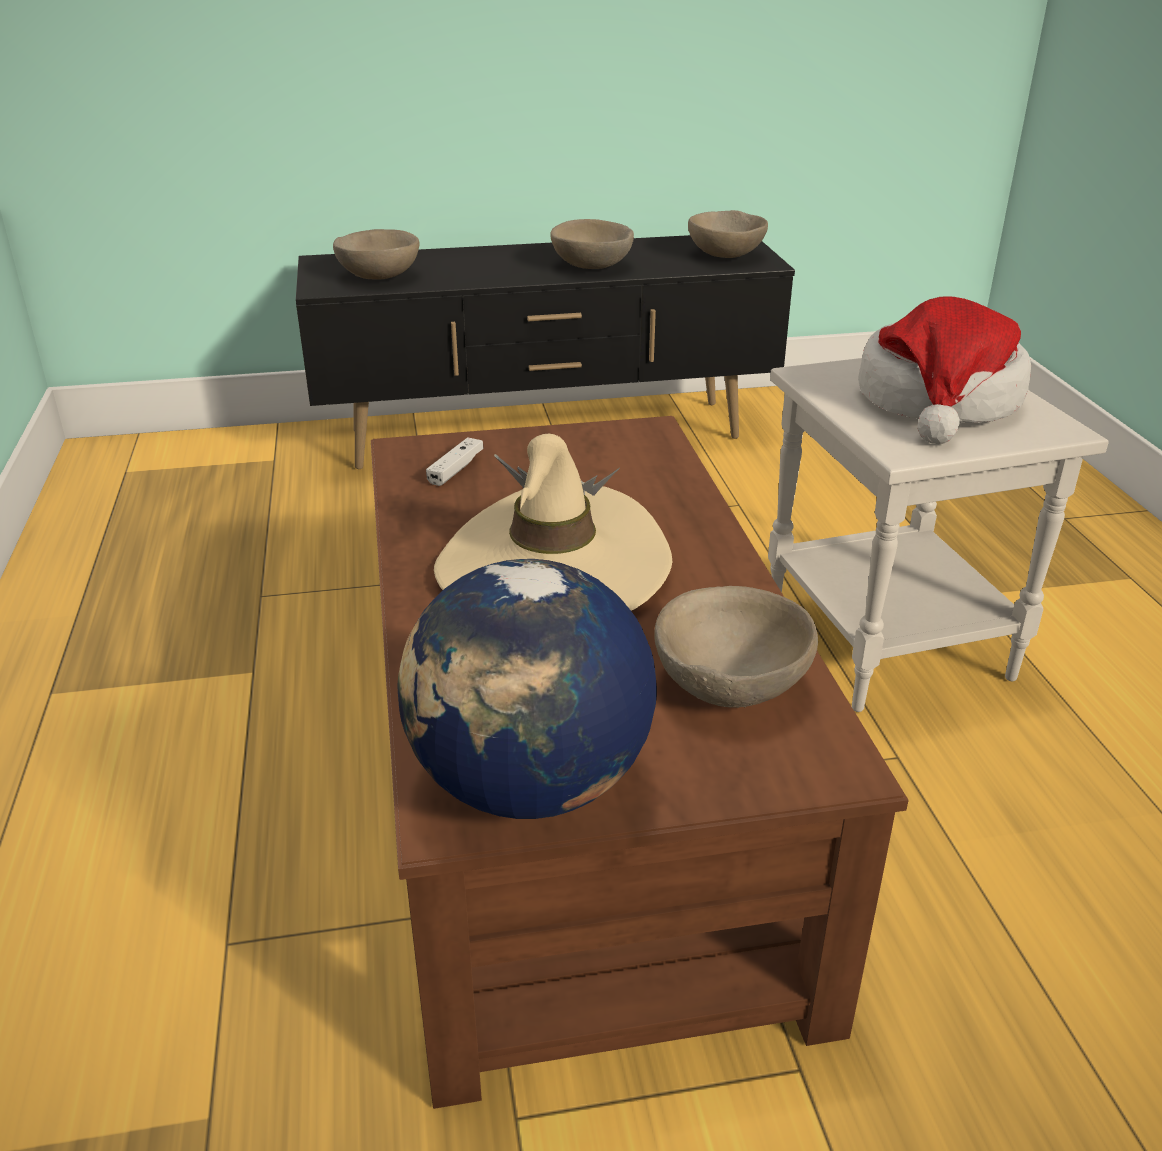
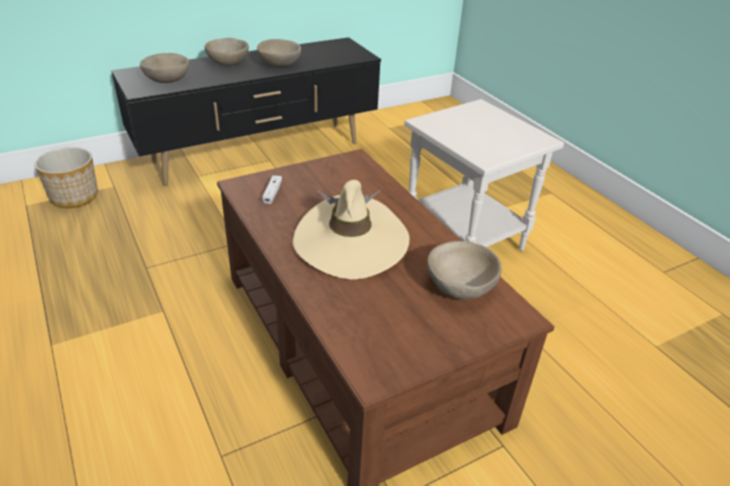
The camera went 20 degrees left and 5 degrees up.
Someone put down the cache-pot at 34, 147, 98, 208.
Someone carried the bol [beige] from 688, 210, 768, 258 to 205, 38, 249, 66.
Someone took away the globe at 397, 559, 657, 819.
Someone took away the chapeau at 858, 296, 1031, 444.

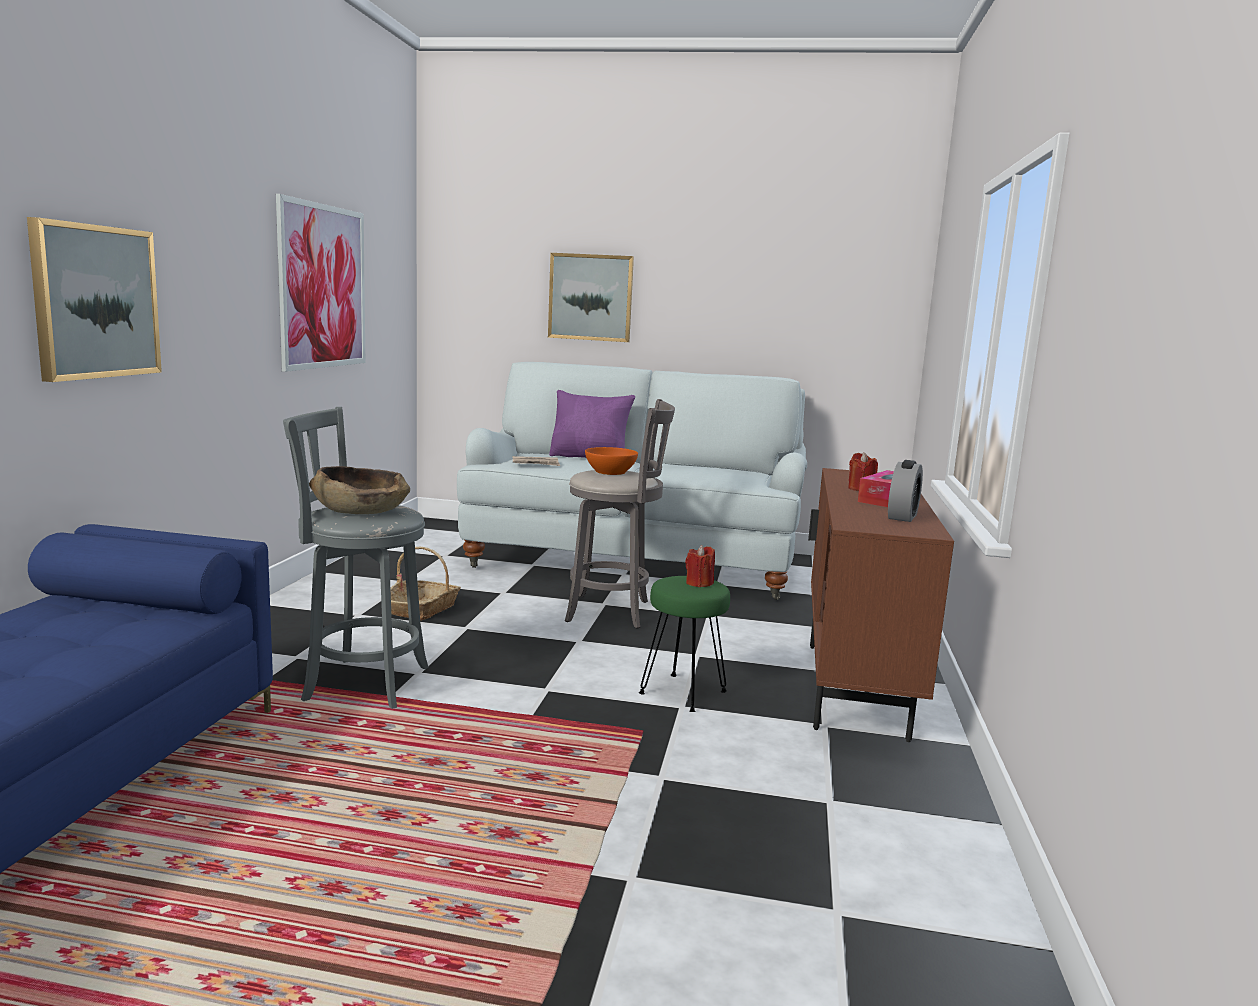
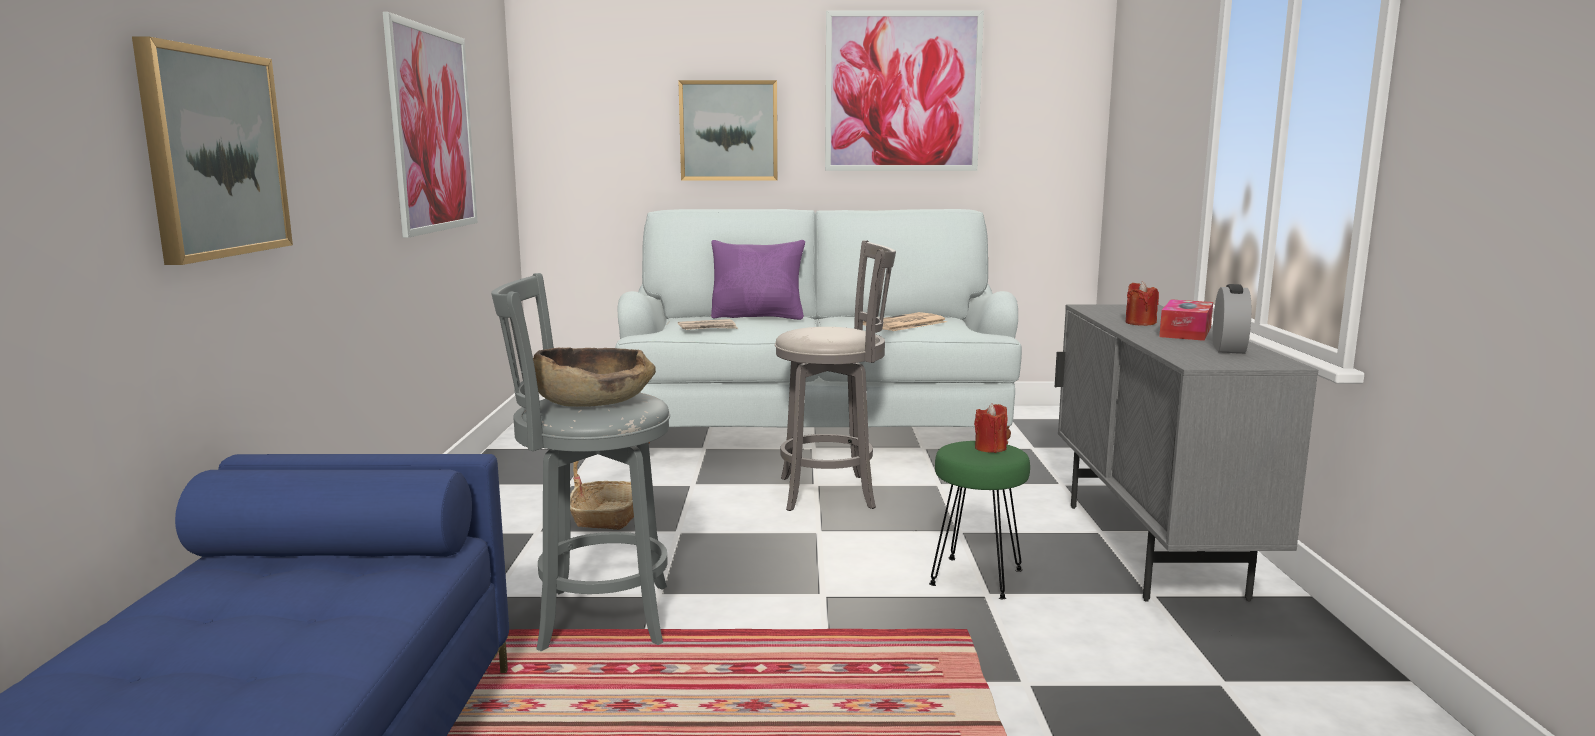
The camera went 10 degrees left and 0 degrees up.
Someone put up the tableau at 825, 10, 984, 171.
Someone put down the journal at 863, 312, 947, 331.
Someone repainted the meuble de rangement [marron] at 808, 468, 954, 742, which became the meuble de rangement [gris] at 1055, 304, 1318, 601.
Someone took away the bol [orange] at 585, 447, 638, 475.

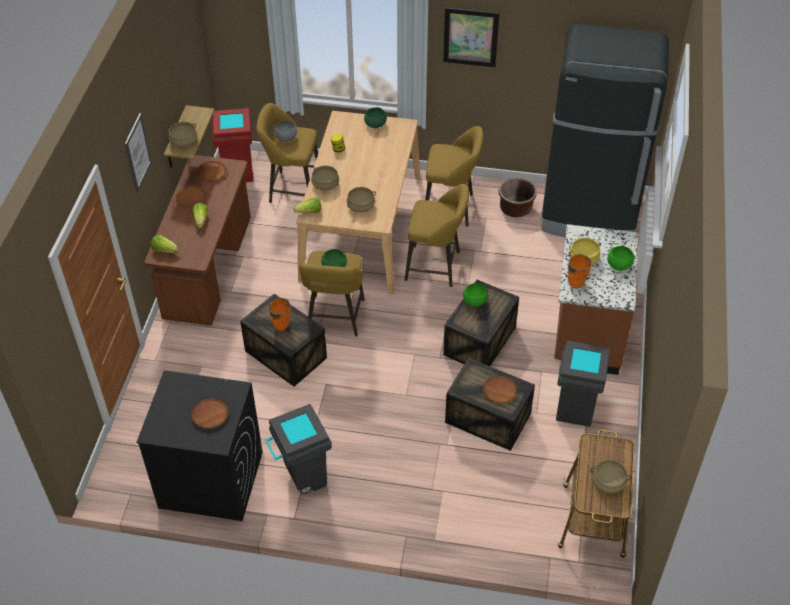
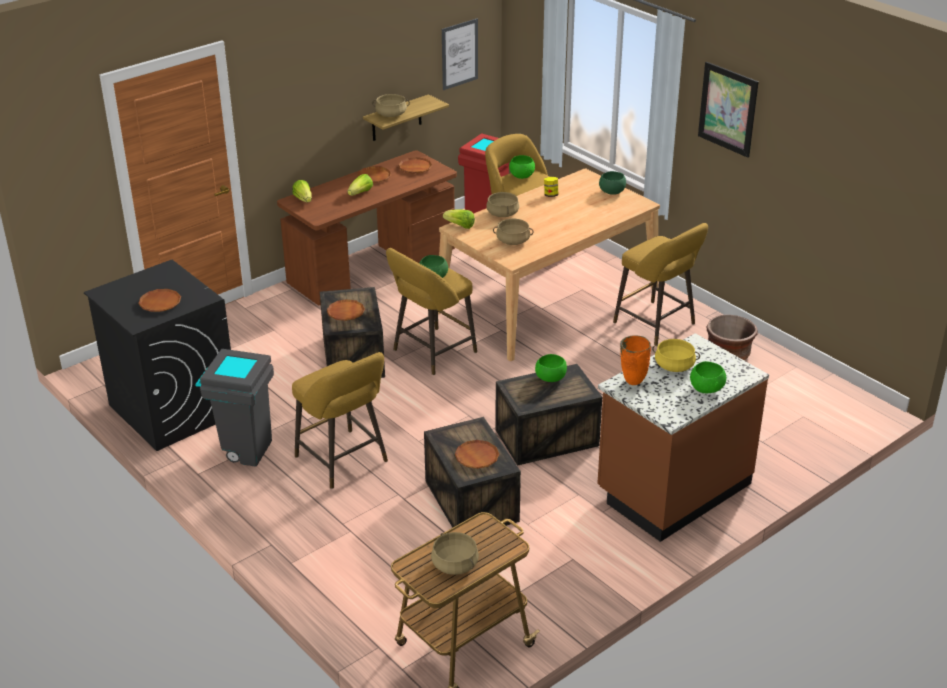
The camera went 40 degrees right and 15 degrees down.
Someone carried the tabouret [jaune] from 405, 184, 469, 287 to 292, 352, 388, 489.
Someone swapped the vase [orange] at 269, 298, 291, 331 for the assiette [marron] at 327, 299, 365, 321.
Someone carried the tableau from 125, 113, 152, 192 to 442, 18, 478, 90.
Someone repainted the bol [gris] at 274, 120, 297, 142, which became the bol [vert] at 509, 155, 535, 179.
Someone took away the réfrigérateur [noir] at 541, 24, 669, 237.
Someone took away the poubelle [gris] at 556, 341, 610, 427.

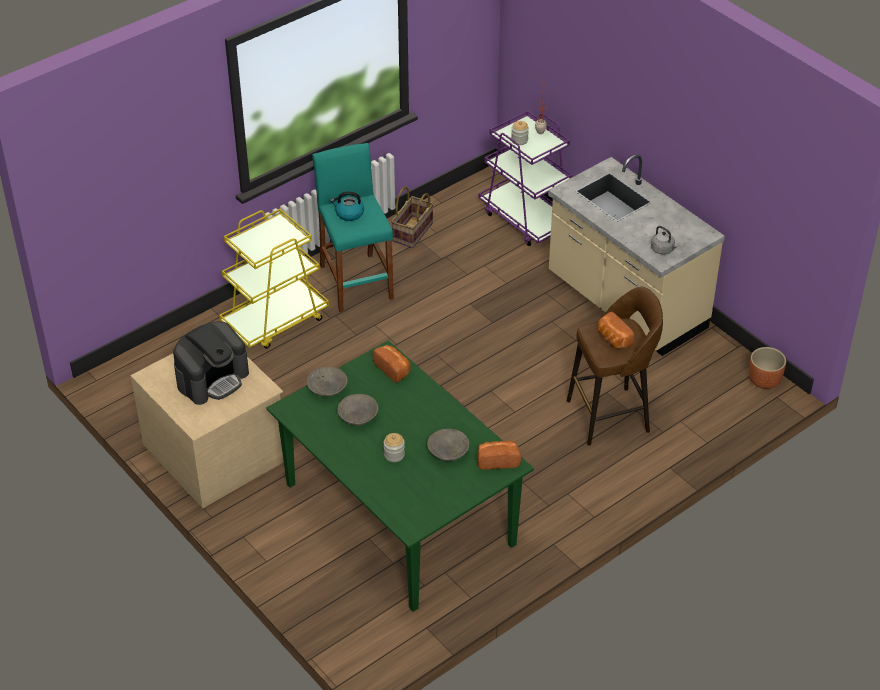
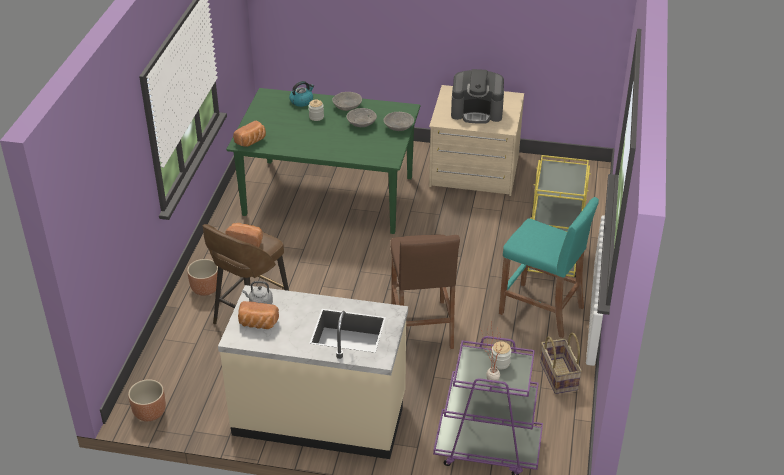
The camera went 140 degrees right and 5 degrees down.
Someone put down the cache-pot [marron] at 187, 259, 218, 296.
Someone carried the pain from 372, 345, 411, 383 to 238, 301, 279, 329.
Someone carried the bouilloire from 331, 191, 364, 221 to 289, 81, 314, 107.
Someone carried the bol [gris] from 427, 429, 469, 461 to 332, 92, 362, 111.
Someone put down the tabouret [marron] at 390, 234, 460, 349.
Someone rotated the machine à café at 173, 321, 249, 405 by 90 degrees counterclockwise.

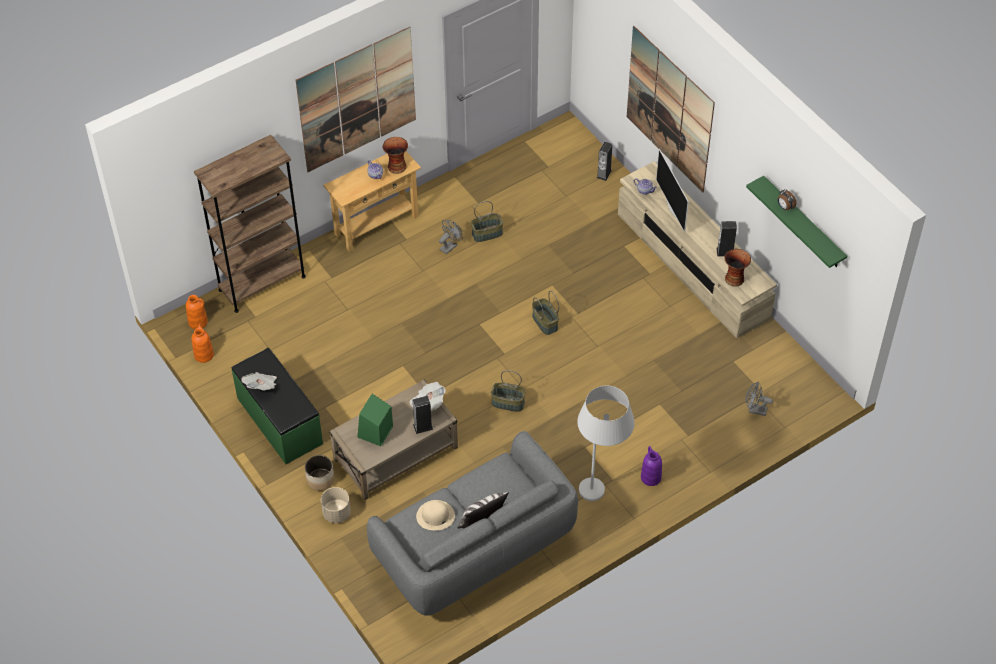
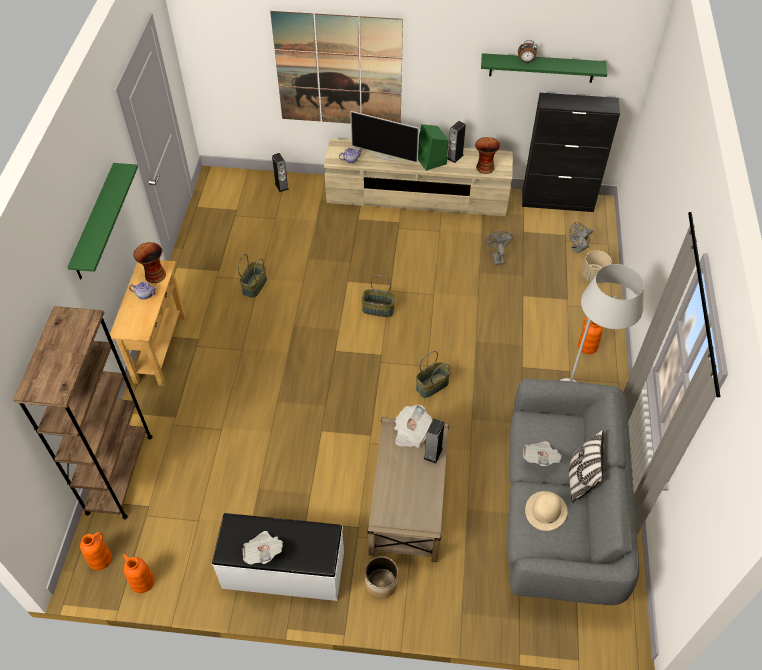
The camera went 50 degrees left and 0 degrees up.
Someone swapped the tableau at 296, 27, 416, 172 for the étagère [vert] at 68, 163, 138, 279.
Someone repainted the banc [vert] at 231, 348, 323, 464, which became the banc [blanc] at 212, 513, 344, 601.
Someone carried the enceinte [vert] from 357, 394, 393, 446 to 418, 124, 449, 171.
Someone carried the ventilateur [gris] from 439, 220, 463, 254 to 485, 231, 513, 265.
Someone put down the meuble de rangement [noir] at 522, 93, 620, 212.
Someone put down the journal at 523, 441, 562, 466.
Someone repainted the vase [violet] at 641, 446, 662, 486, which became the vase [orange] at 578, 318, 602, 354.
Someone carried the cache-pot [beige] from 321, 487, 351, 523 to 582, 250, 612, 282.

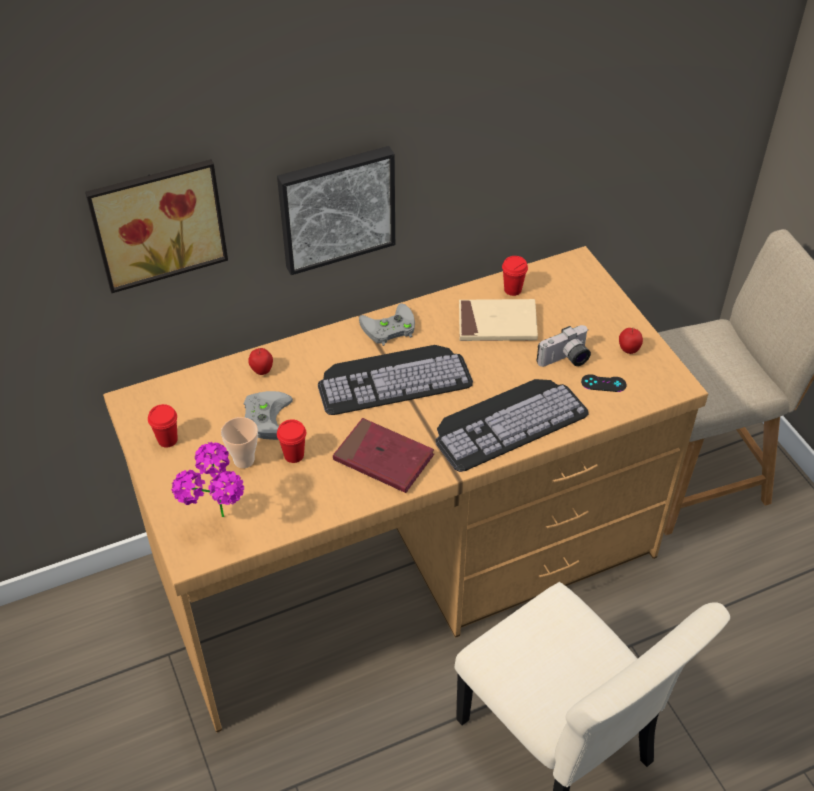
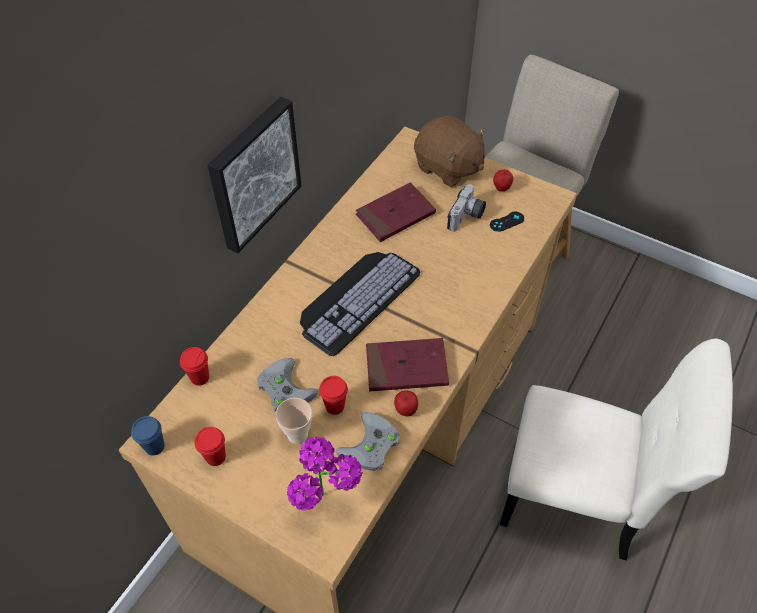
The camera went 35 degrees left and 5 degrees up.
Someone put down the tasse [bleu] at 131, 416, 165, 455.
Someone carried the tasse [rouge] from 502, 256, 528, 296 to 180, 347, 209, 386.
Someone carried the manette [gris] from 359, 303, 415, 346 to 336, 412, 400, 471.
Someone repainted the livre [beige] at 459, 299, 538, 341, which became the livre [rouge] at 356, 182, 436, 242.
Someone carried the pomme from 248, 348, 273, 375 to 394, 390, 418, 416.
Someone put down the peluche [marron] at 414, 115, 486, 187.
Someone took away the tableau at 85, 159, 228, 293.
Someone took away the clavier at 436, 379, 589, 472.

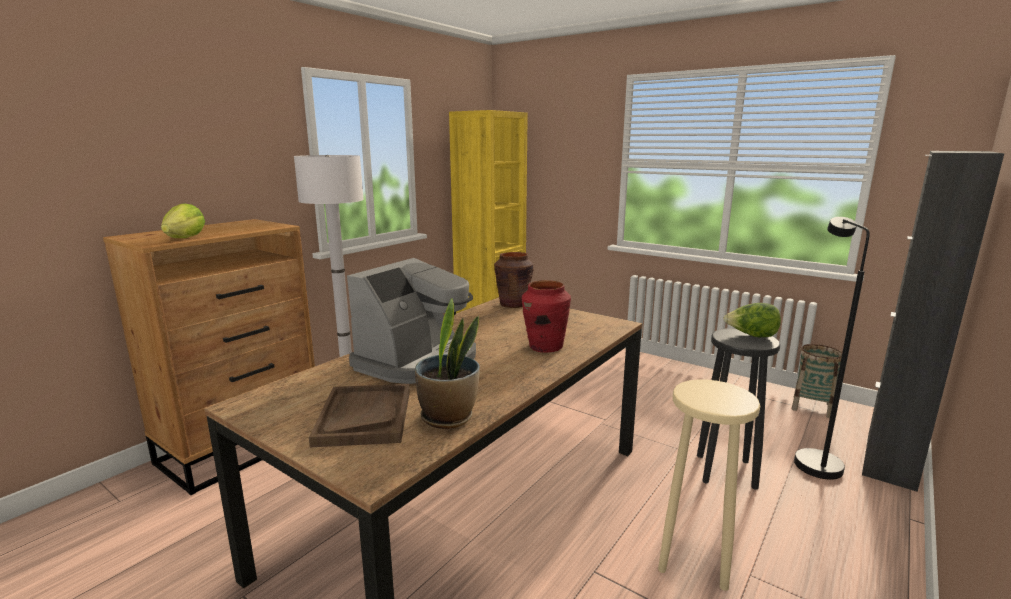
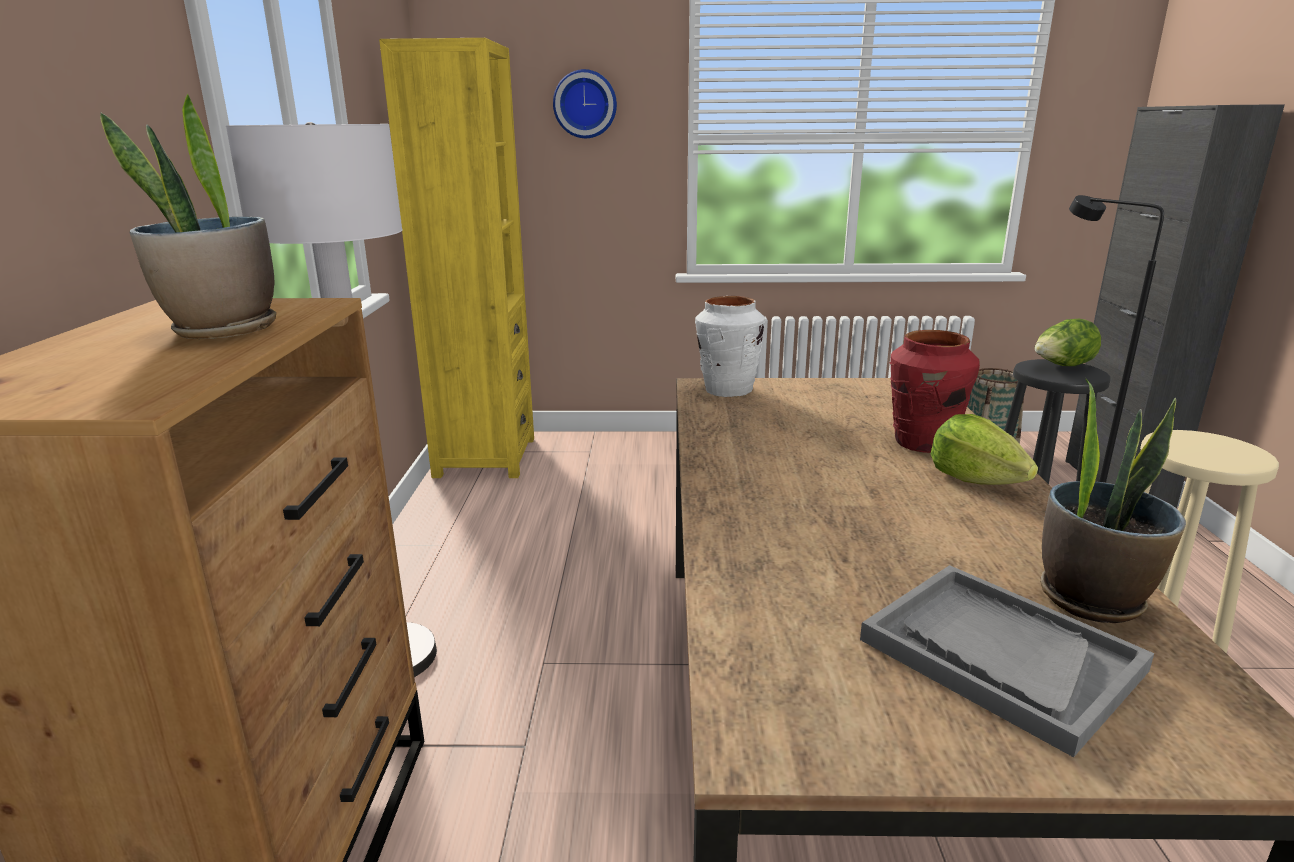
The camera went 35 degrees left and 5 degrees up.
Someone put down the plante en pot at 100, 94, 276, 339.
Someone put up the horloge murale at 553, 69, 617, 138.
Someone repainted the vase [marron] at 494, 252, 534, 308, which became the vase [blanc] at 695, 296, 765, 397.
Someone repainted the plateau [marron] at 309, 384, 410, 447, which became the plateau [gris] at 860, 565, 1154, 757.
Someone carried the laitue from 161, 203, 205, 238 to 931, 414, 1038, 485.
Someone took away the machine à café at 347, 258, 476, 384.

